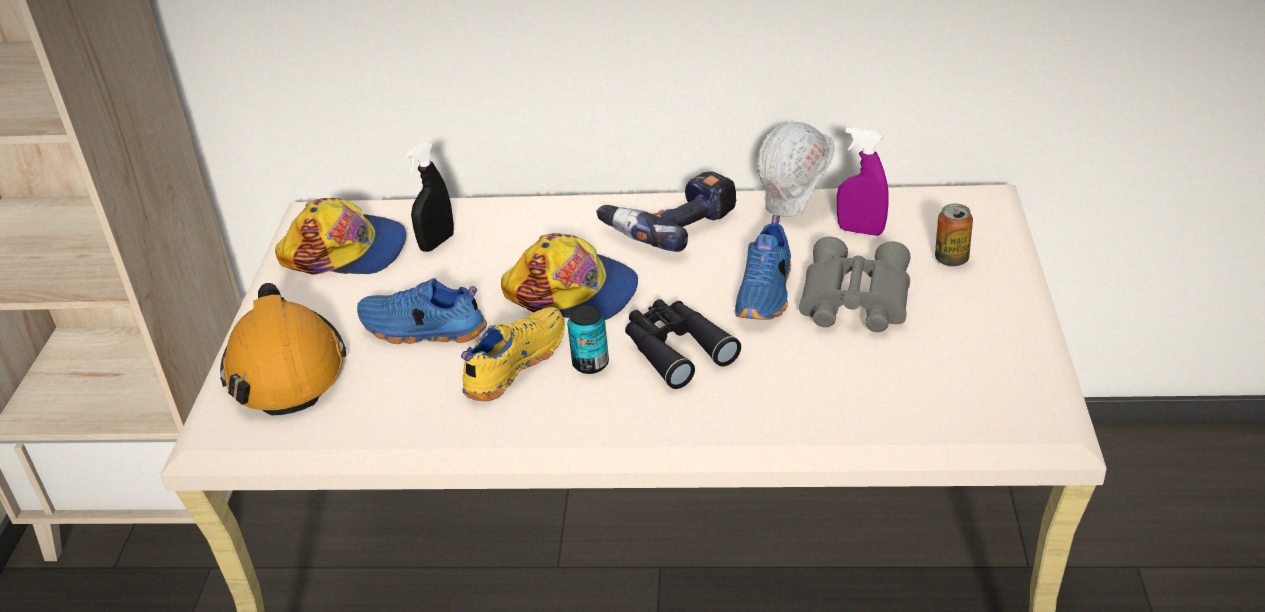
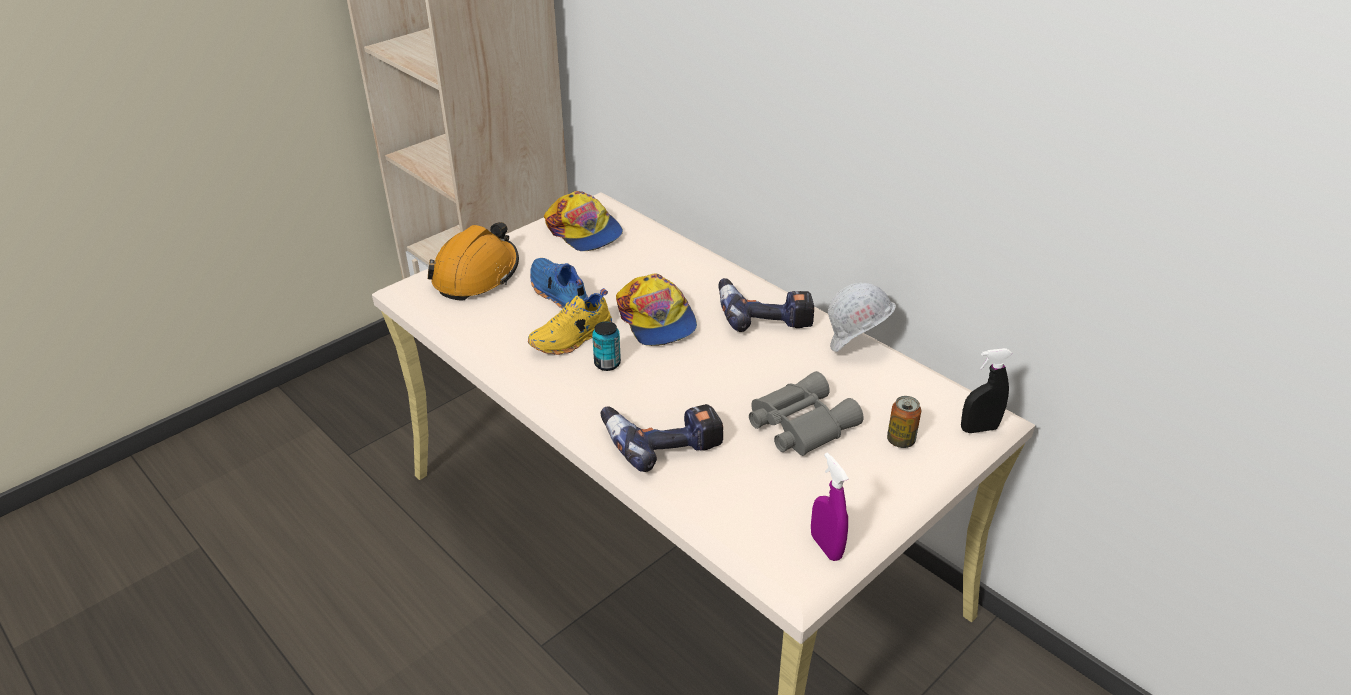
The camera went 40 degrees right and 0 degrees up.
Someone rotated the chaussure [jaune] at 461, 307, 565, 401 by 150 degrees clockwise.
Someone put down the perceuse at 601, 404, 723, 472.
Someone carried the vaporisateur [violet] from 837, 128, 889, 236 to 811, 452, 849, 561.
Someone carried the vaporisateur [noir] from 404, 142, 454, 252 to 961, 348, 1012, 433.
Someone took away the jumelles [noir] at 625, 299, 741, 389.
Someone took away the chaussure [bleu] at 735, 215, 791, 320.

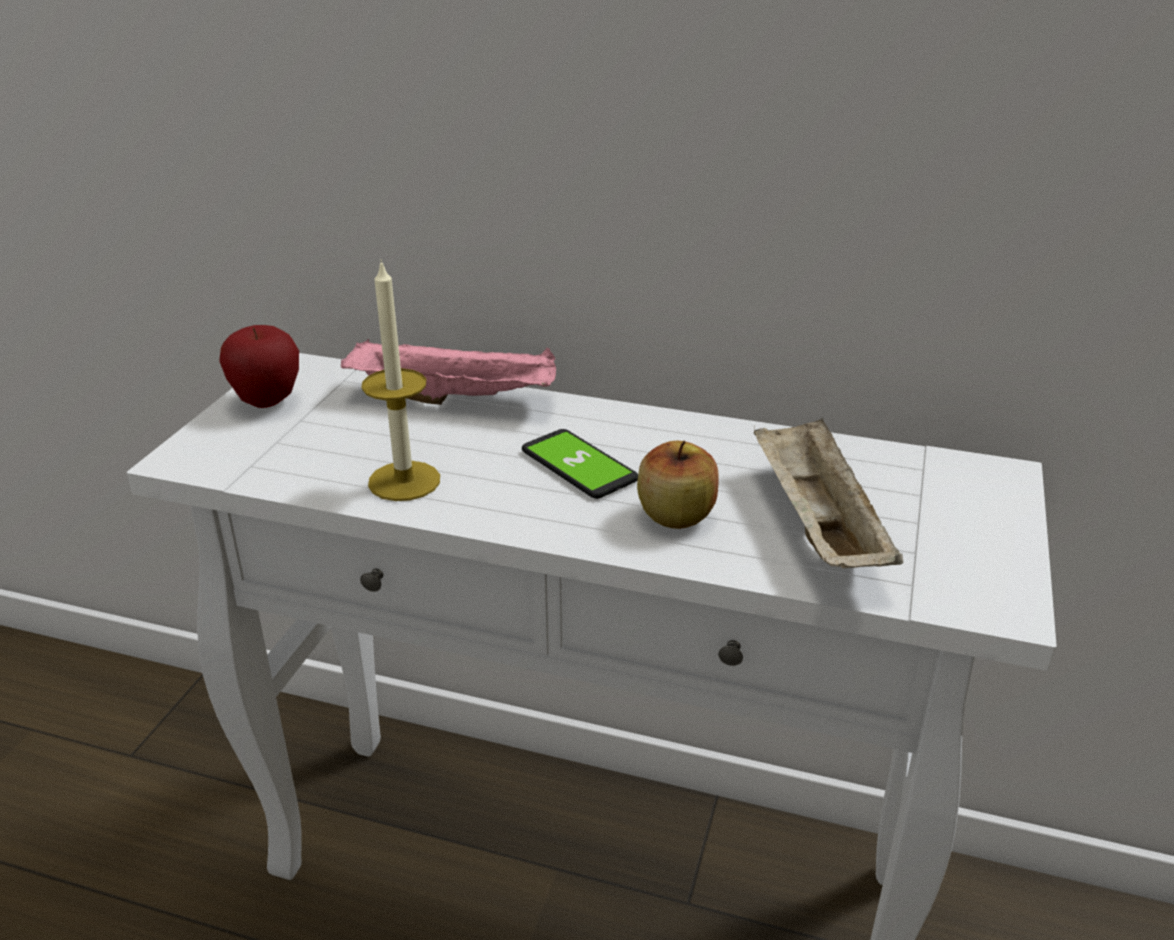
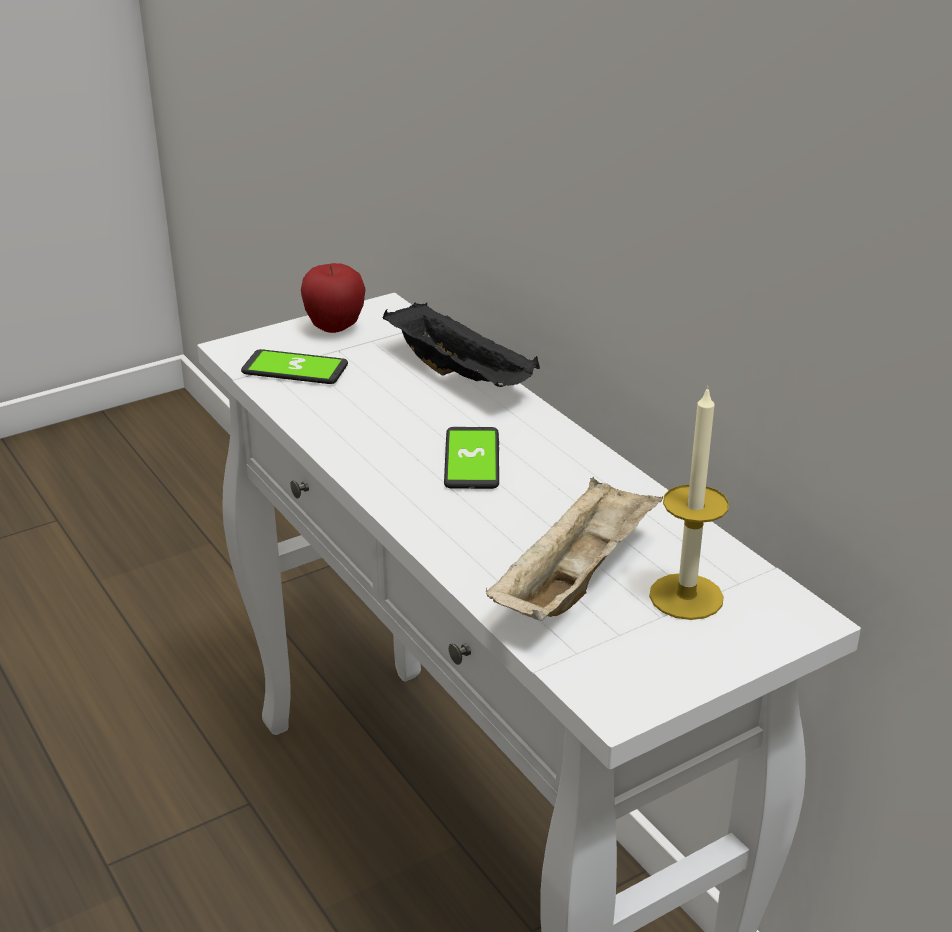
The camera went 40 degrees right and 0 degrees up.
Someone put down the téléphone at 241, 349, 348, 384.
Someone repainted the plateau [rose] at 341, 339, 556, 405, which became the plateau [noir] at 383, 302, 540, 387.
Someone carried the bougie from 362, 259, 440, 501 to 649, 386, 729, 620.
Someone took away the pomme at 637, 440, 719, 529.

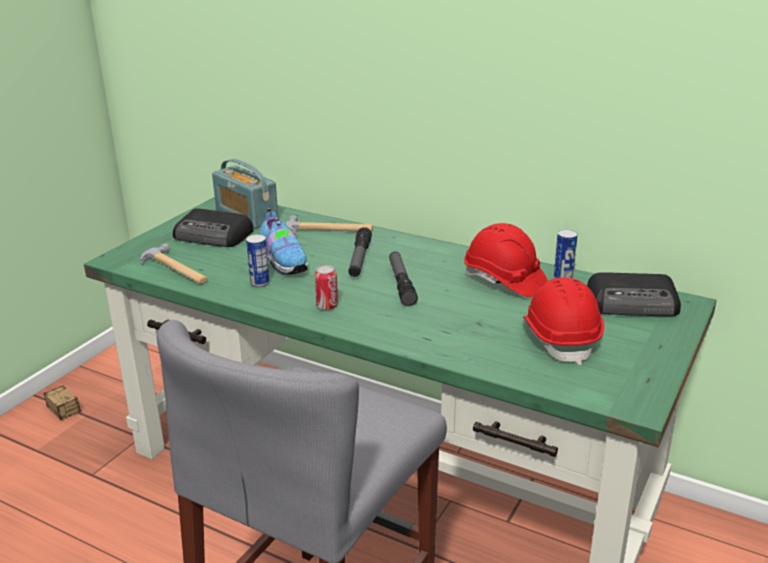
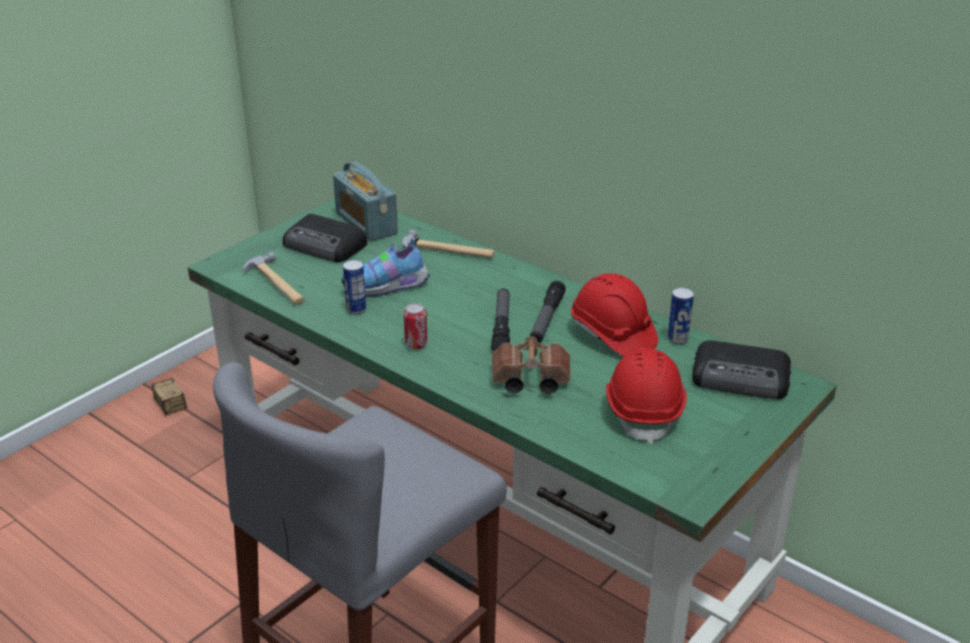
The camera went 10 degrees right and 5 degrees up.
Someone rotated the chaussure at 260, 208, 308, 275 by 90 degrees clockwise.
Someone put down the jumelles [marron] at 492, 336, 570, 394.
Someone carried the lampe de poche from 348, 227, 372, 277 to 530, 281, 566, 343.

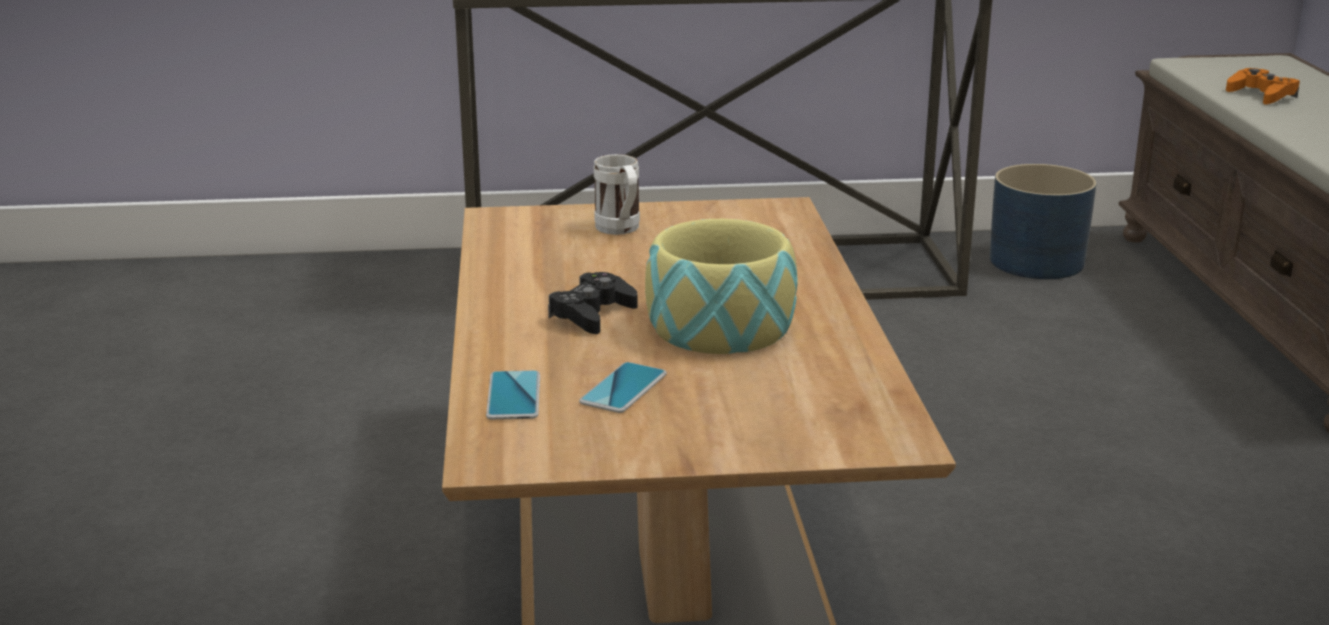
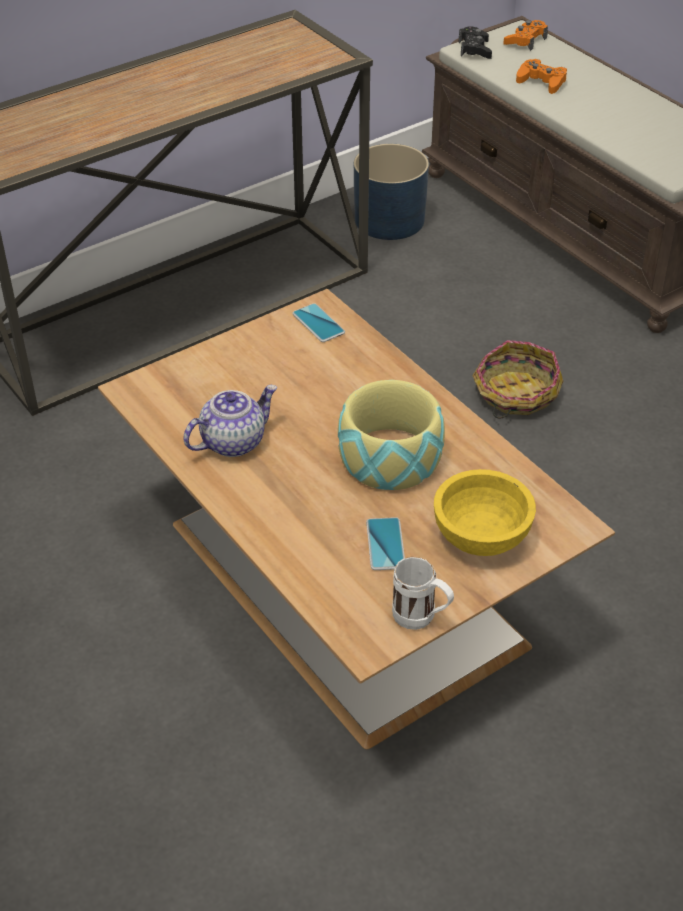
The camera went 30 degrees left and 20 degrees up.
Someone put down the théière at 183, 385, 278, 457.
Someone carried the téléphone from 486, 370, 540, 420 to 292, 303, 345, 342.
Someone carried the mug [blanc] from 594, 154, 640, 235 to 392, 557, 454, 630.
Someone put down the bol [jaune] at 434, 469, 536, 556.
Someone carried the manette [noir] from 548, 272, 638, 334 to 459, 26, 492, 59.
Someone put down the panier at 472, 340, 563, 418.
Someone put down the manette [orange] at 503, 20, 548, 51.

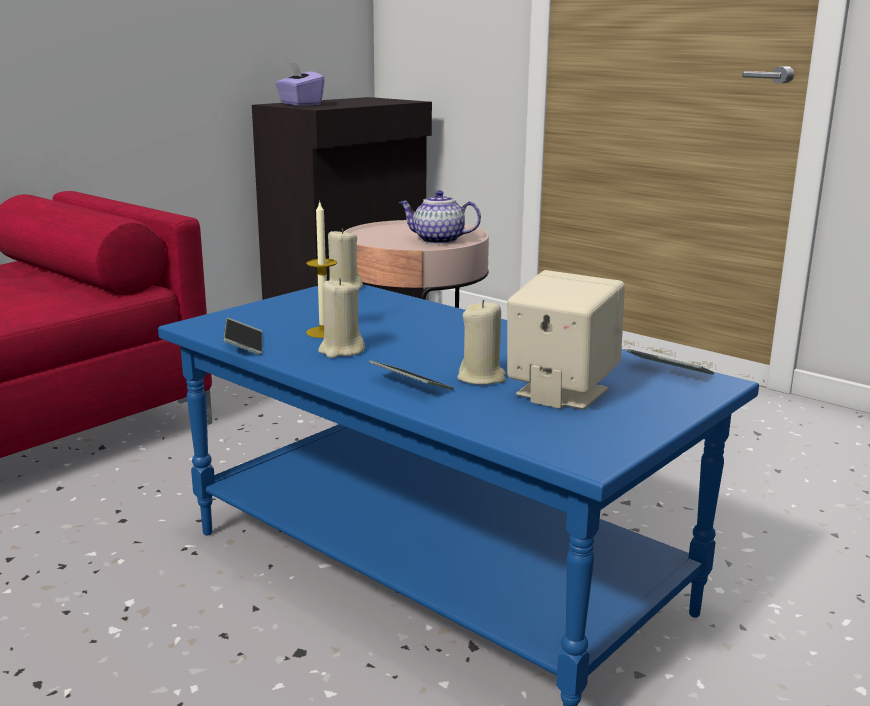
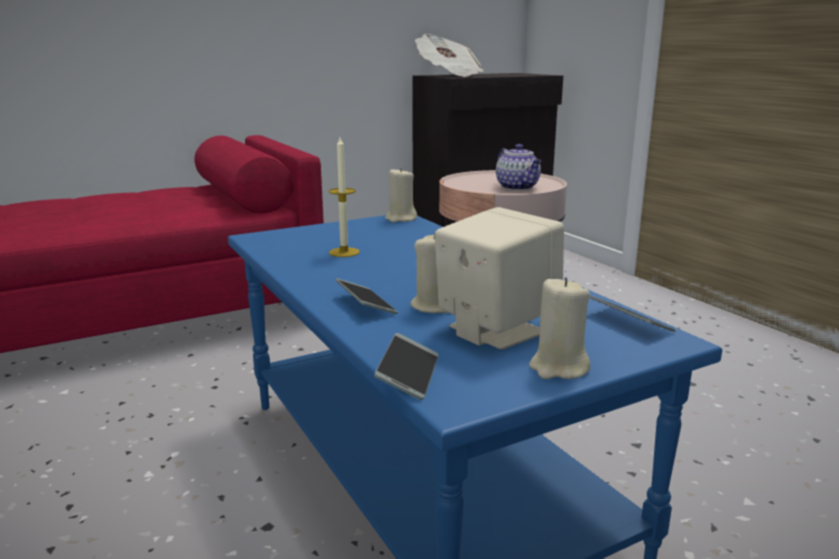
The camera went 20 degrees right and 0 degrees up.
Someone carried the téléphone from 223, 318, 262, 355 to 374, 333, 439, 400.
Someone swapped the boîte à mouchoirs [violet] at 275, 62, 325, 106 for the journal at 415, 34, 484, 77.
Someone rotated the théière at 399, 190, 481, 244 by 150 degrees counterclockwise.
Someone carried the bougie [beige] from 318, 278, 365, 358 to 529, 277, 590, 379.

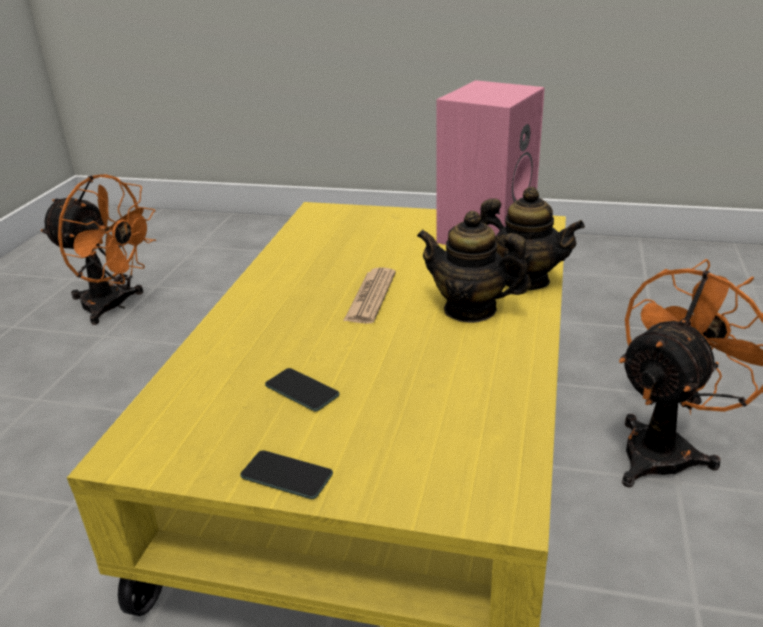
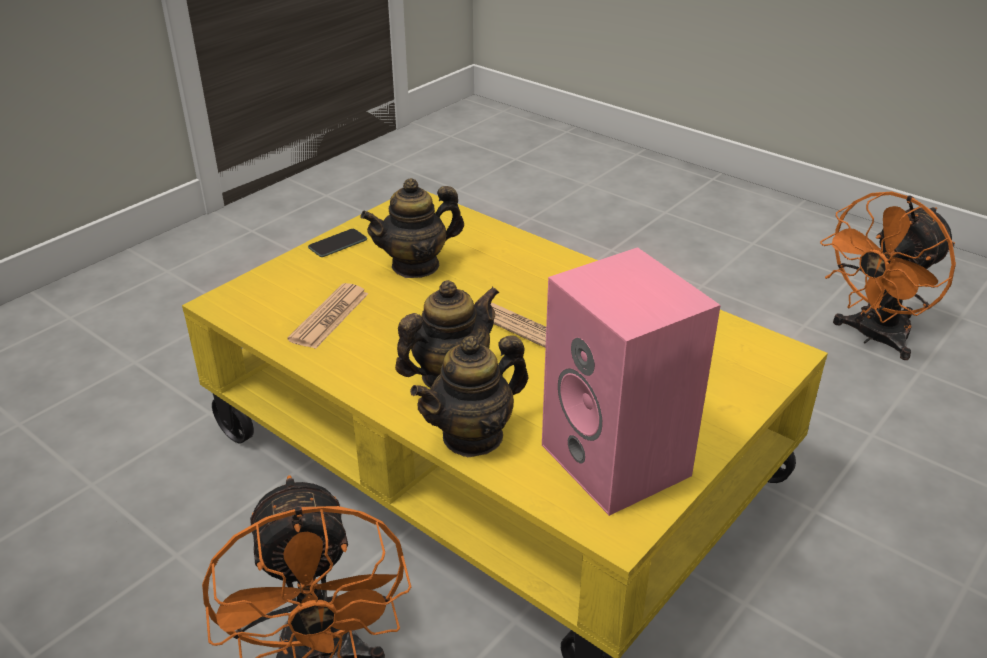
The camera went 115 degrees right and 5 degrees up.
Someone put down the journal at 287, 283, 369, 349.
Someone swapped the téléphone at 265, 368, 340, 411 for the théière at 360, 178, 464, 278.

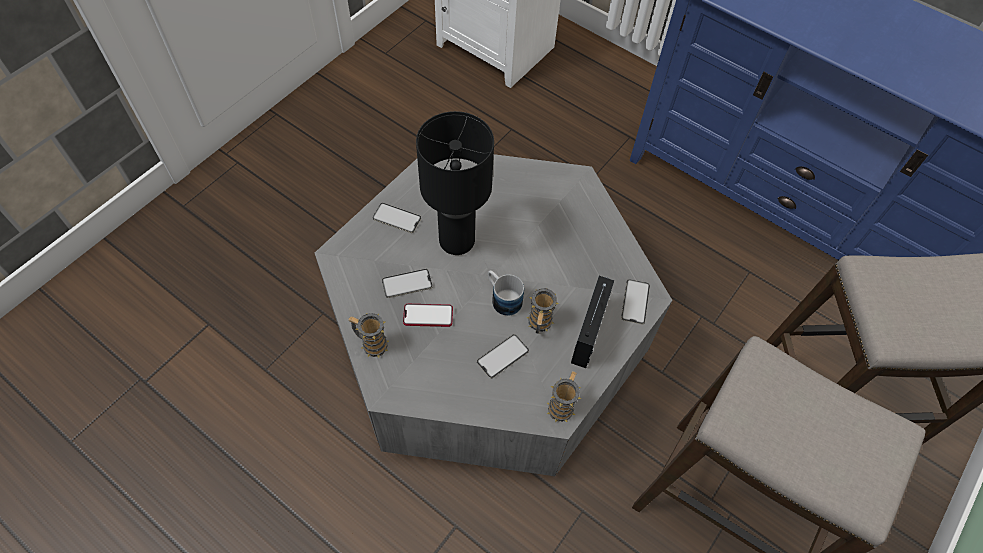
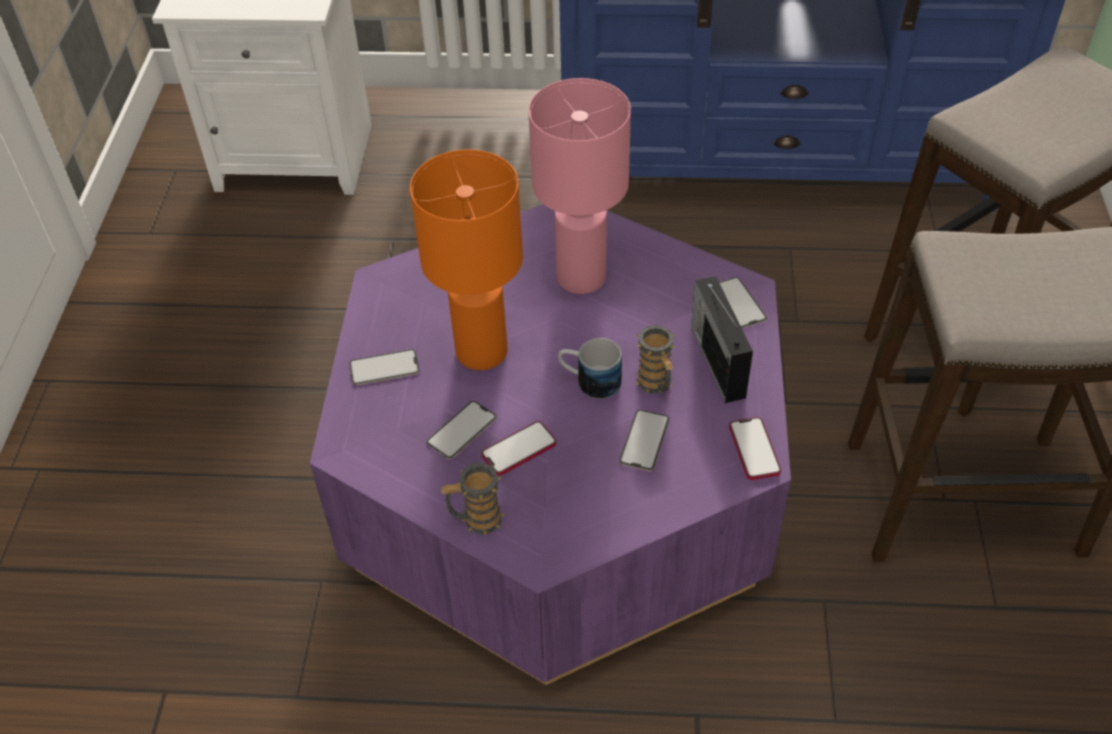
The camera went 30 degrees left and 10 degrees down.
Someone repainted the table basse [gris] at 315, 154, 672, 476, which became the table basse [violet] at 310, 204, 791, 685.
Someone repainted the lampe de table [noir] at 416, 111, 494, 255, which became the lampe de table [orange] at 410, 149, 523, 370.
Someone put down the lampe de table [rose] at 528, 78, 631, 294.
Someone swapped the mug at 547, 371, 581, 422 for the téléphone at 729, 417, 781, 480.

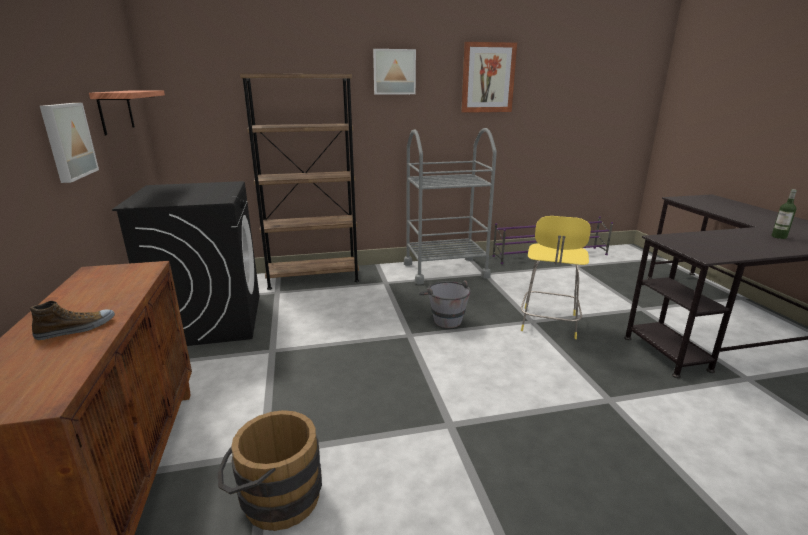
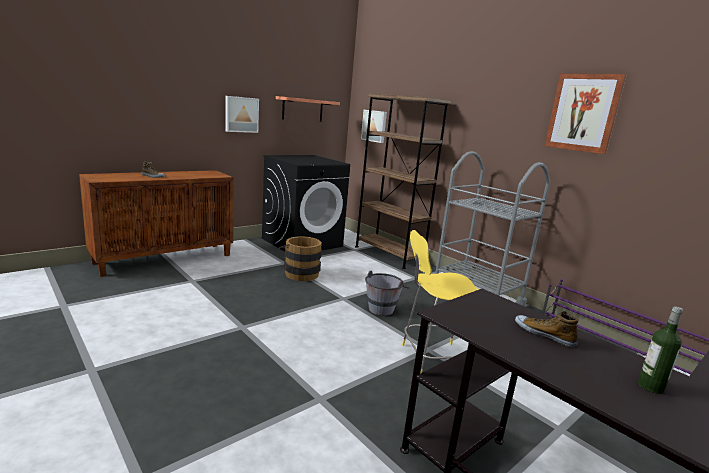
The camera went 60 degrees right and 5 degrees down.
Someone carried the seau [marron] from 218, 410, 322, 531 to 279, 236, 322, 281.
Someone carried the tableau from 373, 49, 416, 95 to 361, 110, 387, 143.
Someone put down the chaussure at 515, 311, 579, 347.

